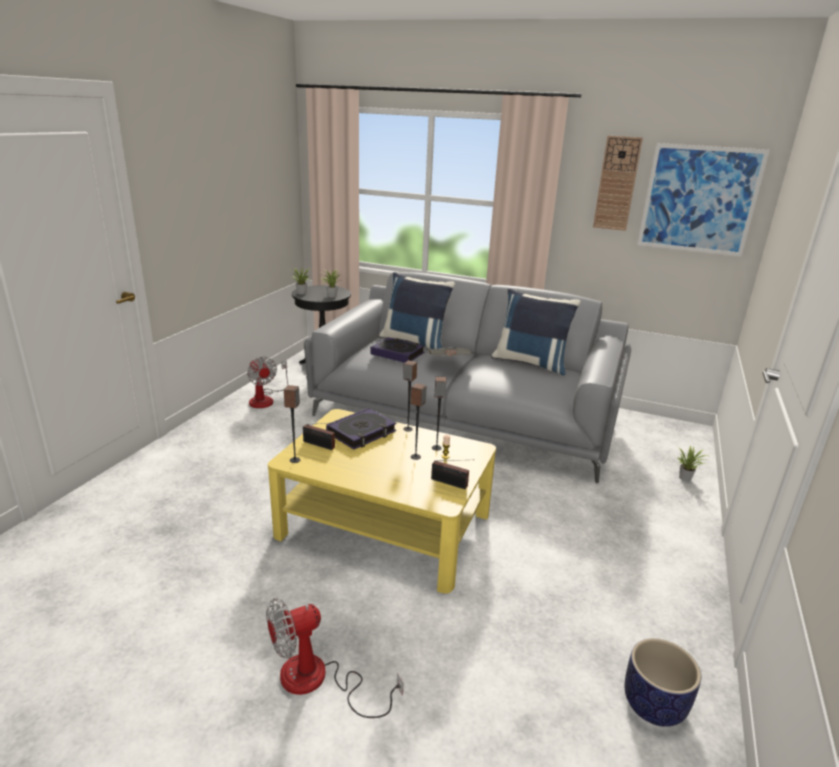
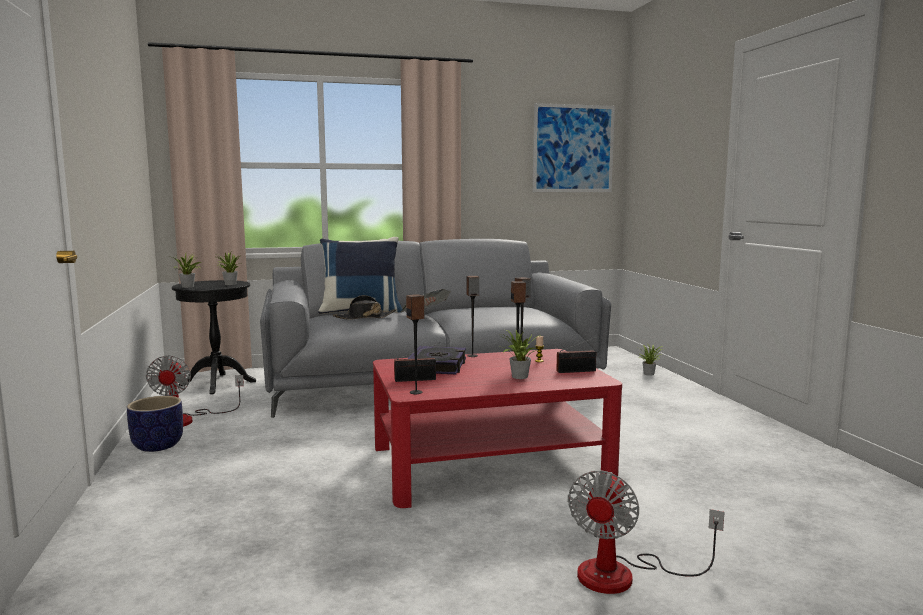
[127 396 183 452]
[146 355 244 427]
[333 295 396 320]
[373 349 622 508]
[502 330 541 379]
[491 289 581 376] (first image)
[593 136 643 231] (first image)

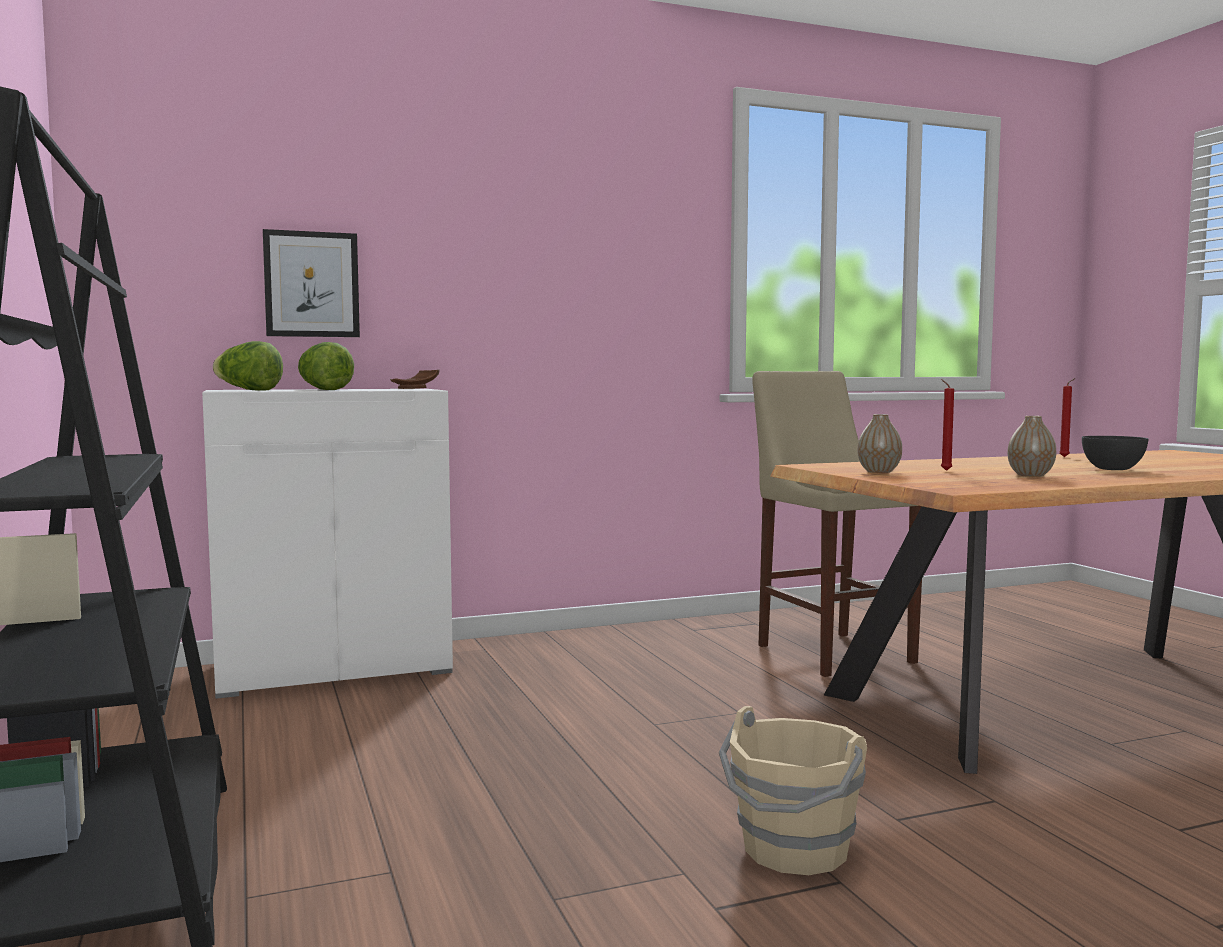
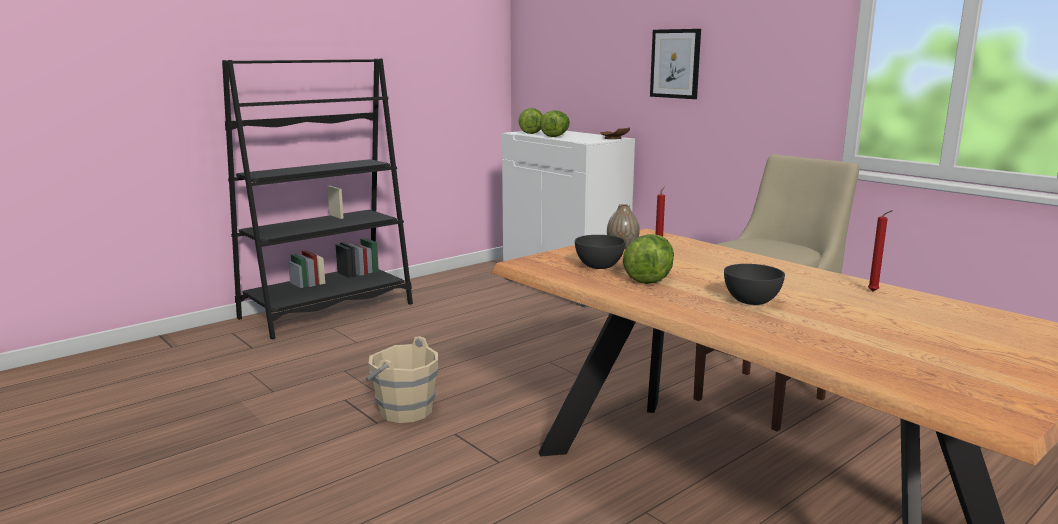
[575 235 625 269]
[623 234 674 284]
[650 29 701 99]

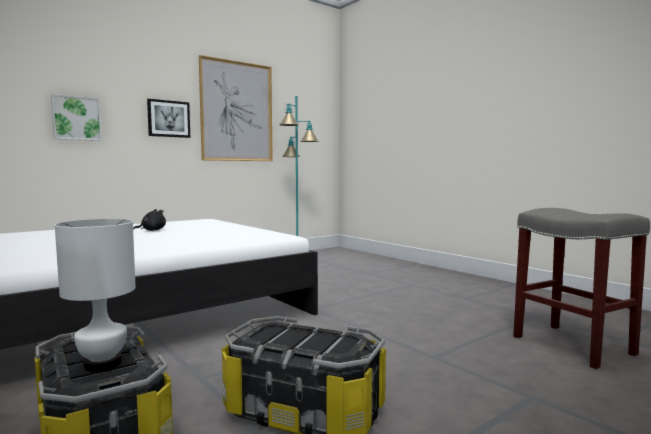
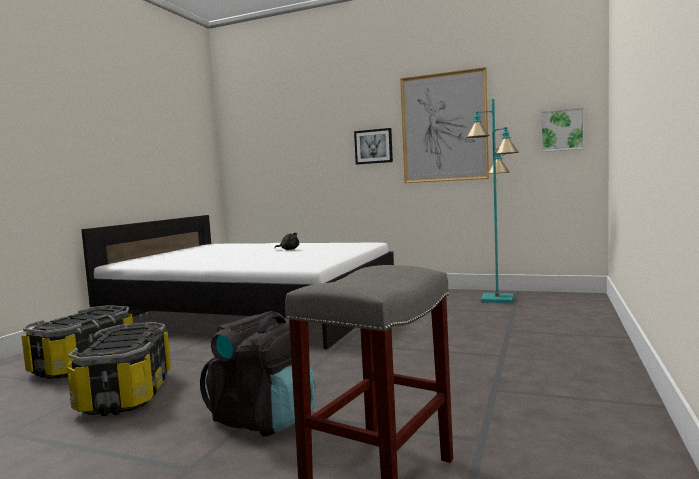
[200 311 316 436]
[540 107 585 152]
[55 219 136 372] (first image)

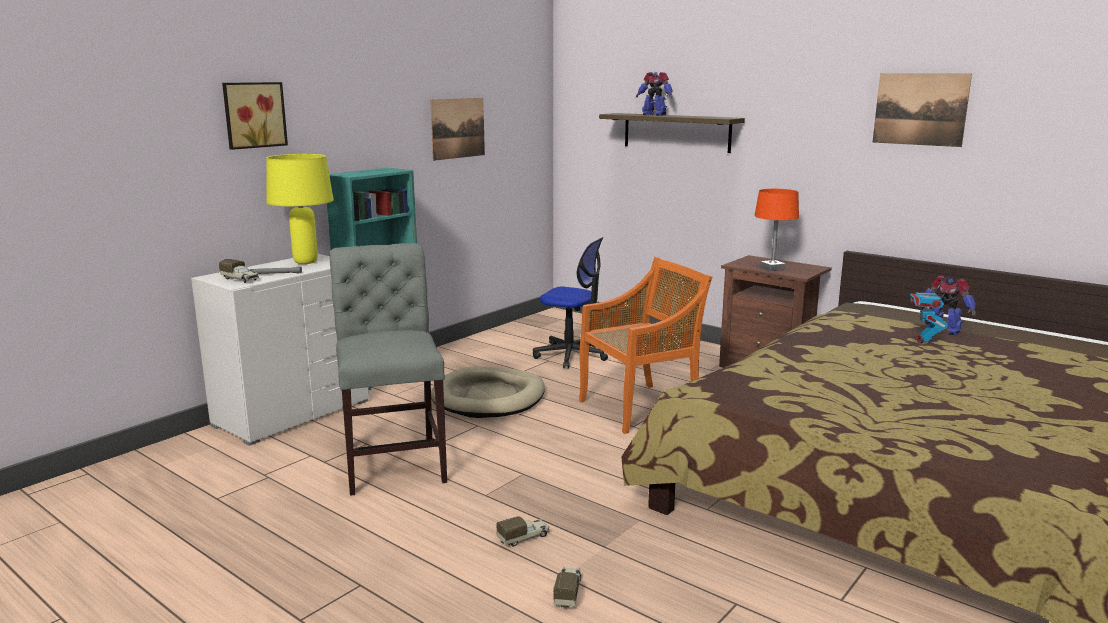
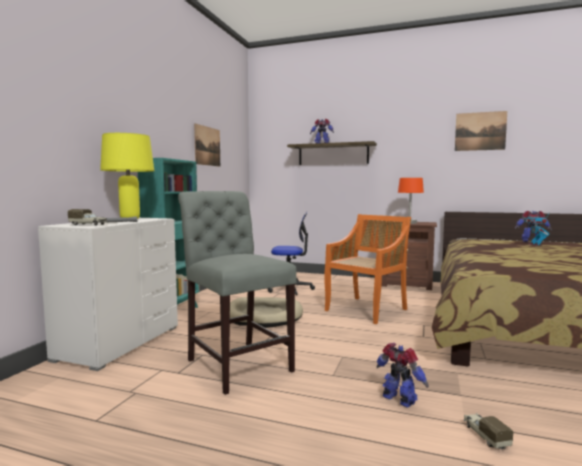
[377 343 429 408]
[222 82 288 150] (first image)

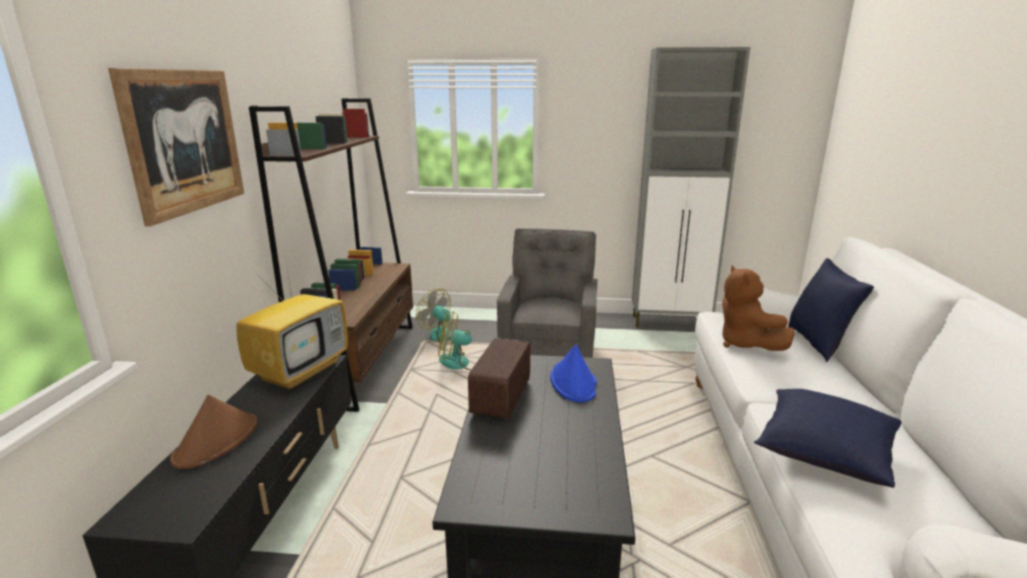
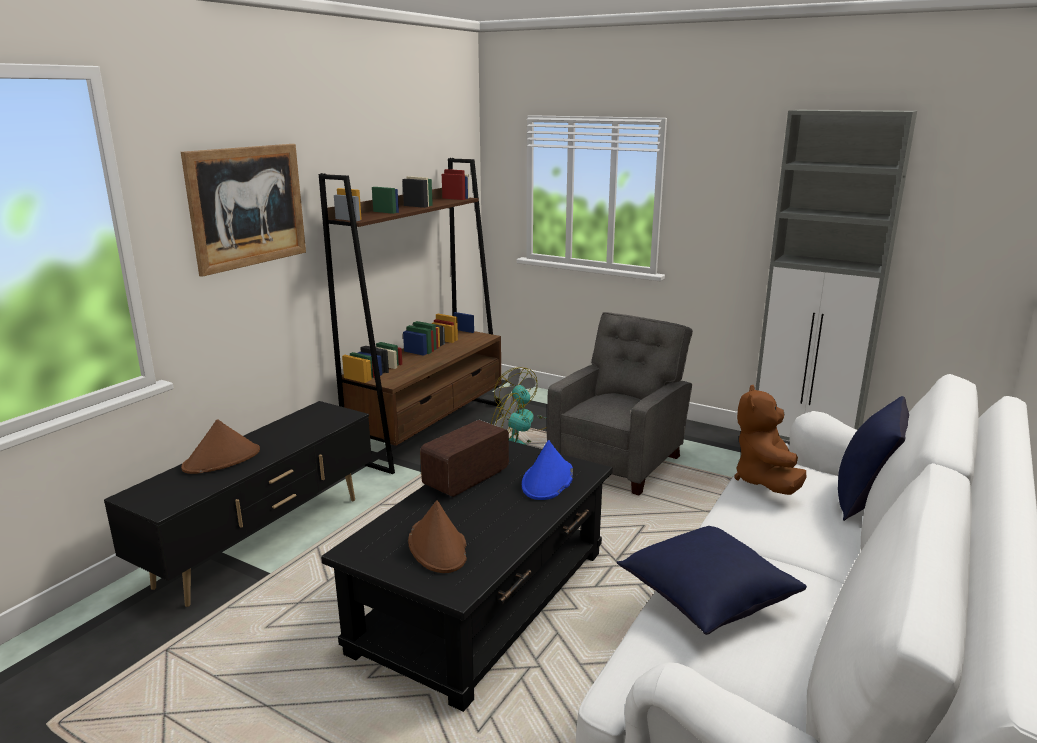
[408 500 467 573]
[236 255 348 390] (first image)

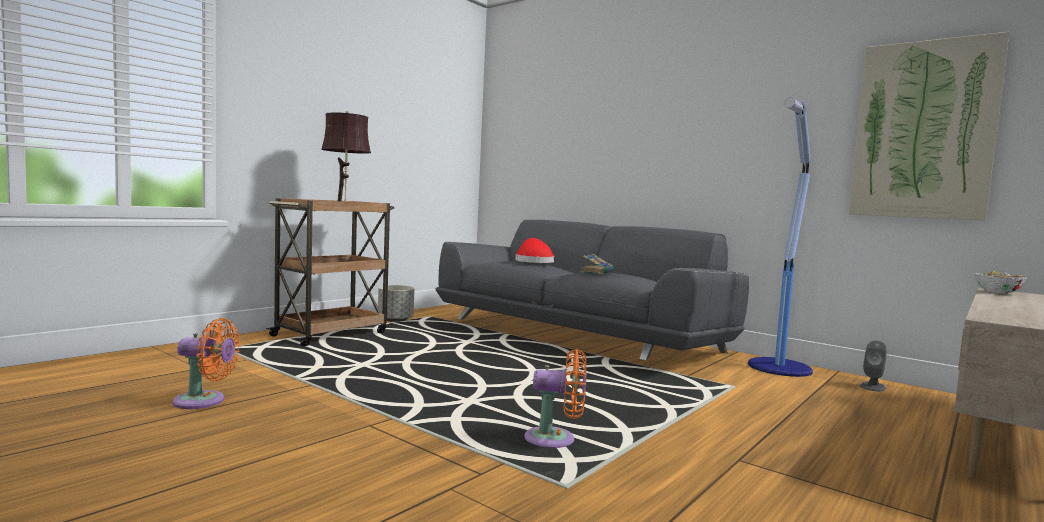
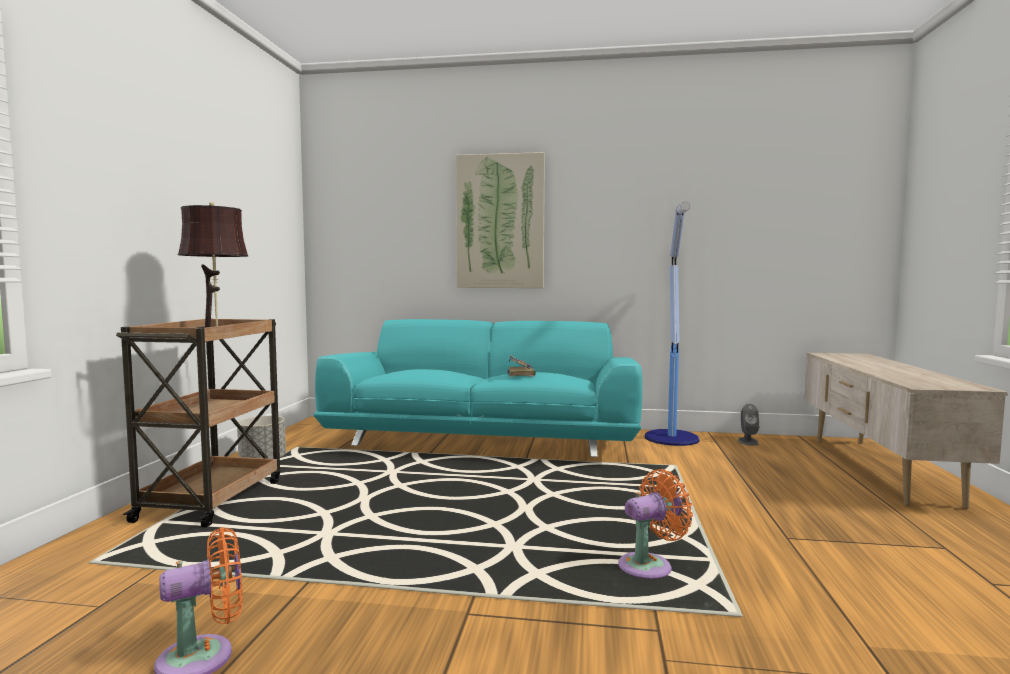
[314 319 642 457]
[456 152 545 288]
[516 238 554 263] (first image)
[974 271 1027 294] (first image)

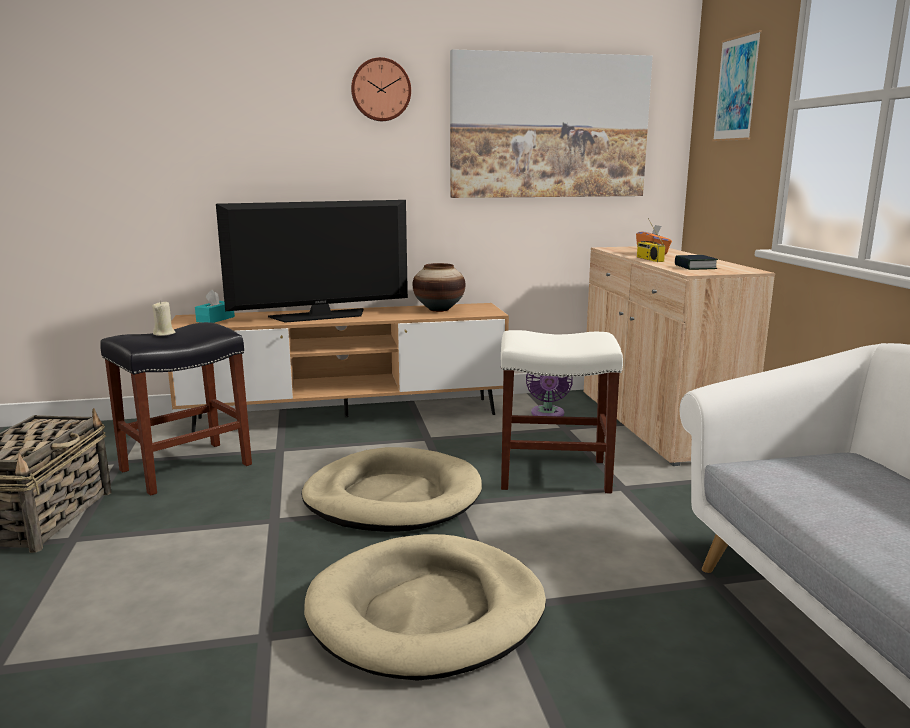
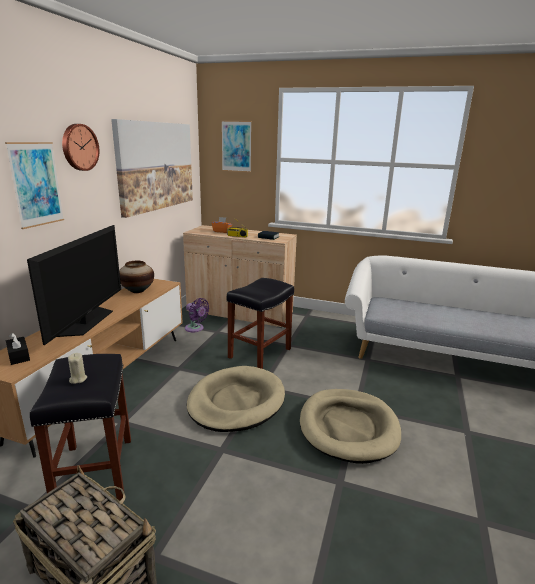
[5 142 64 229]
[6 333 30 365]
[227 278 294 369]

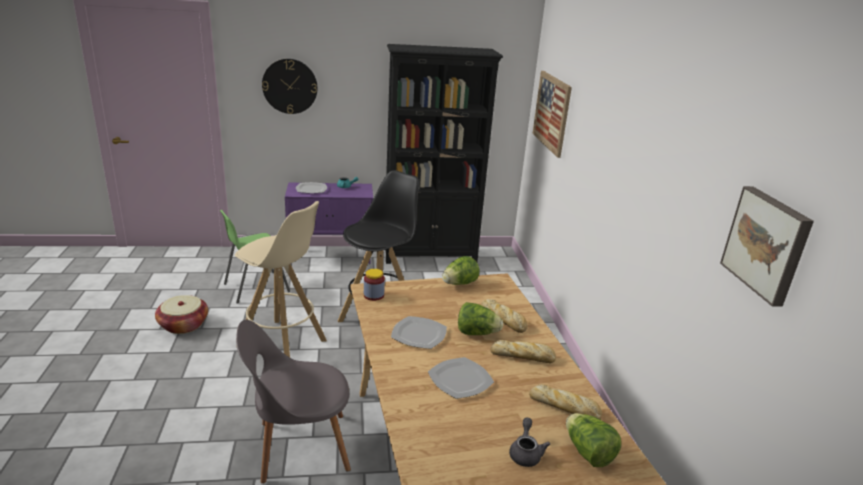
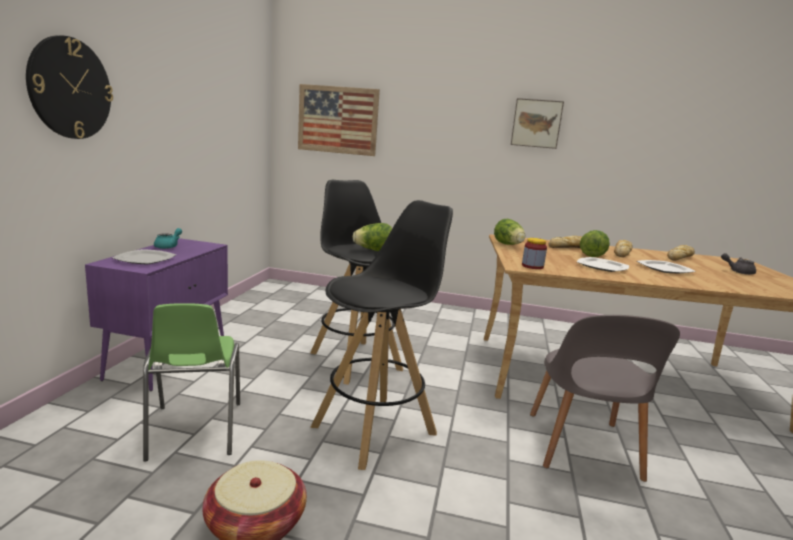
[310 200 453 470]
[353 223 392 251]
[511 98 564 149]
[386 44 503 264] (first image)

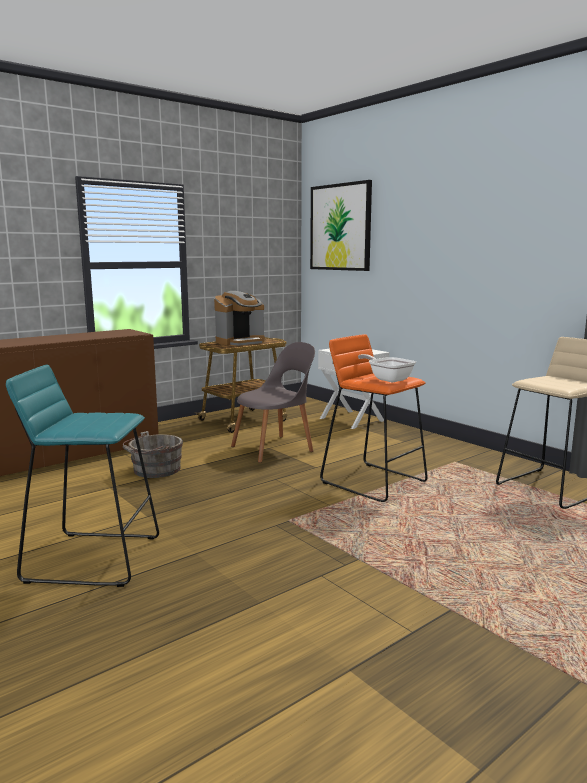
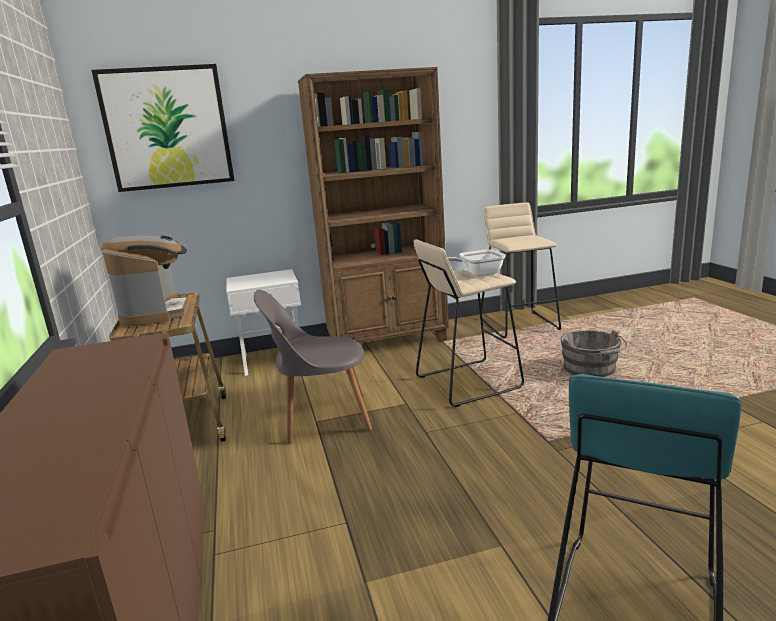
[254 290 372 443]
[298 67 449 343]
[413 240 524 407]
[561 330 627 377]

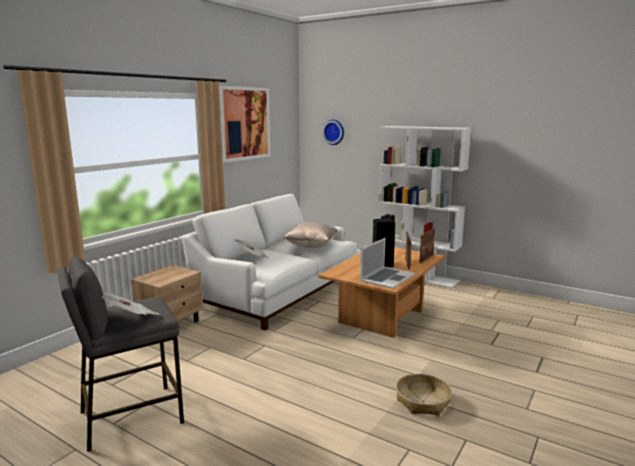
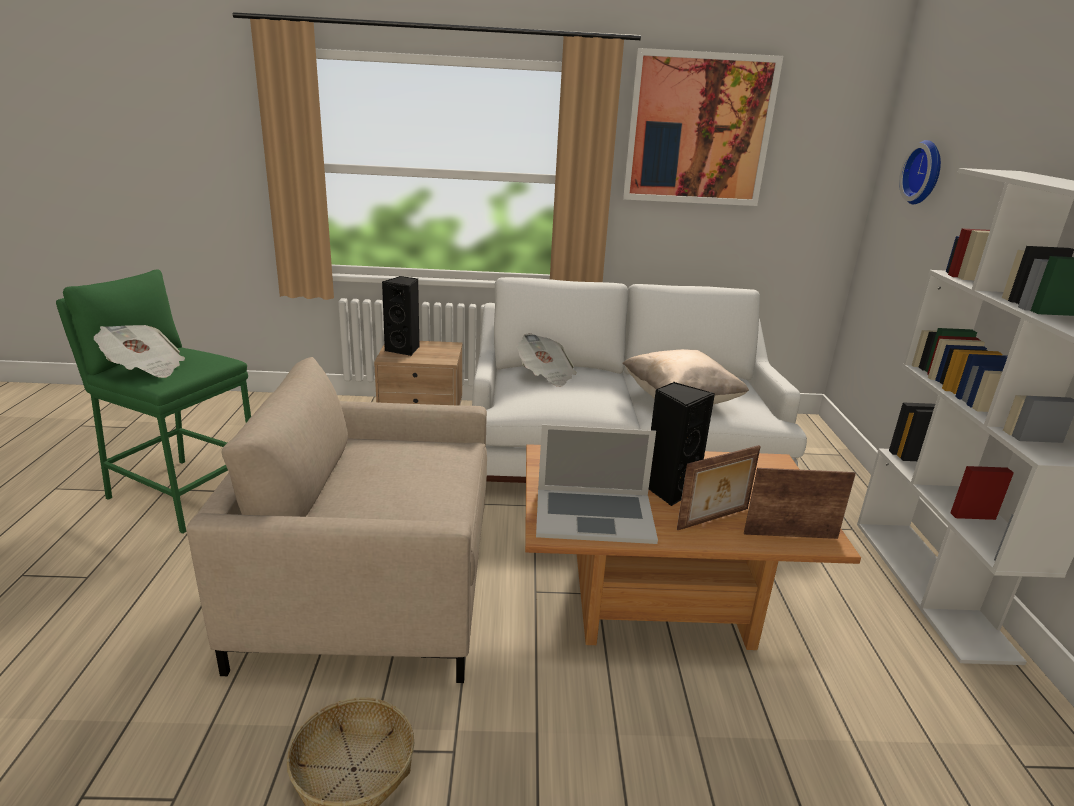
[56 269 251 534]
[186 357 487 683]
[382 276 420 356]

